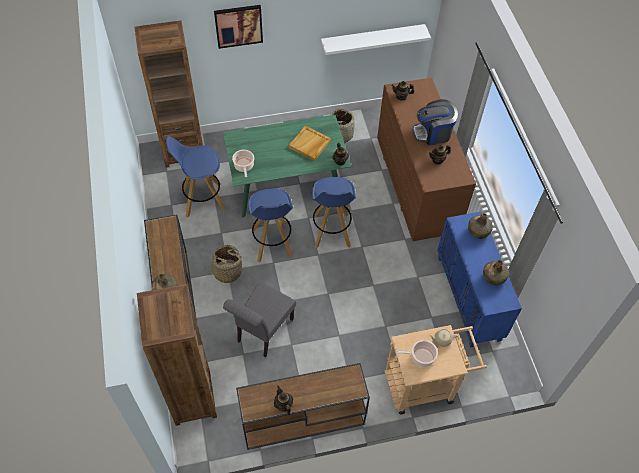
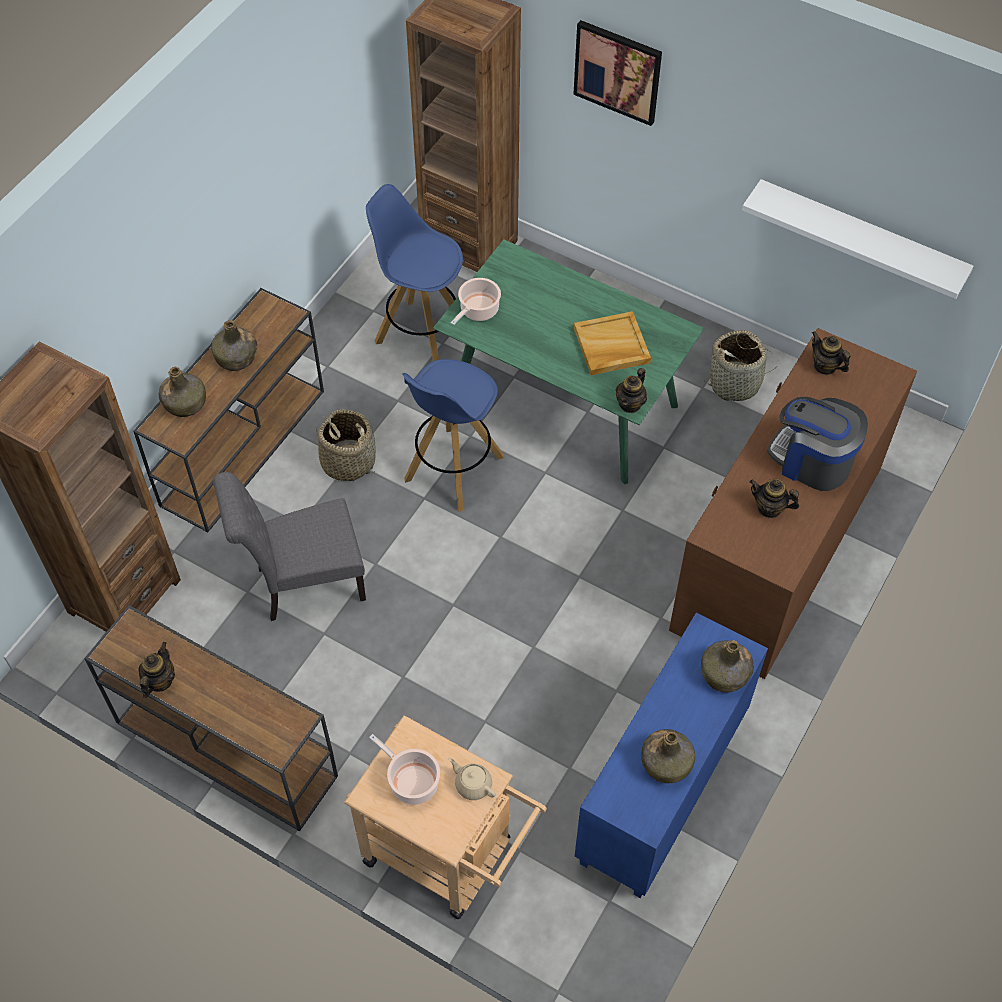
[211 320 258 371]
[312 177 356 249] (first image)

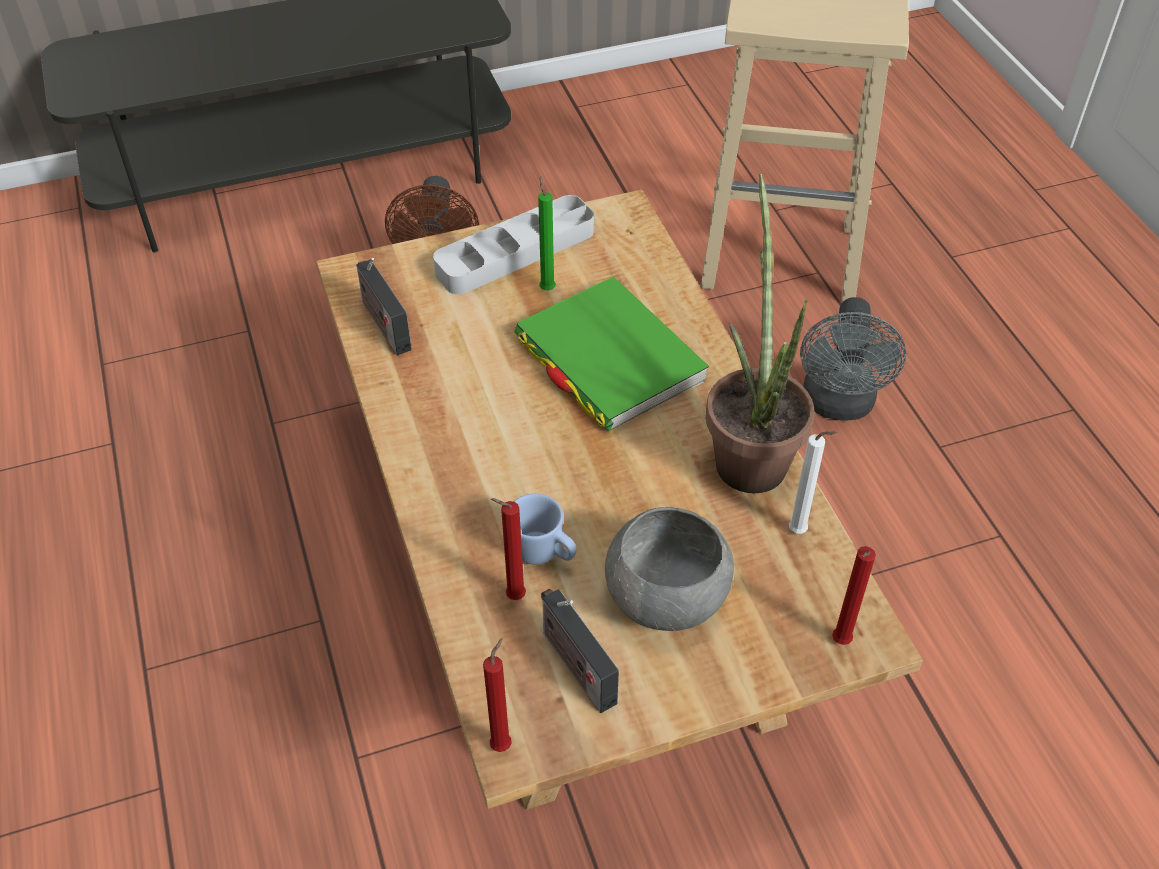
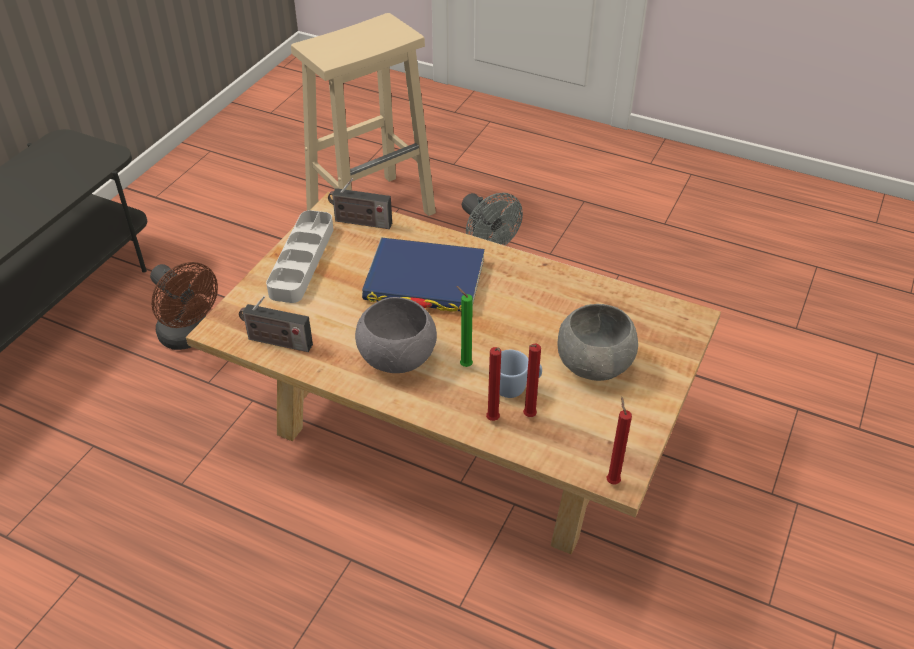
[328 178 392 229]
[355 297 437 373]
[362 237 485 312]
[456 286 473 367]
[486 347 501 421]
[706 174 814 493] (first image)
[789 431 838 534] (first image)

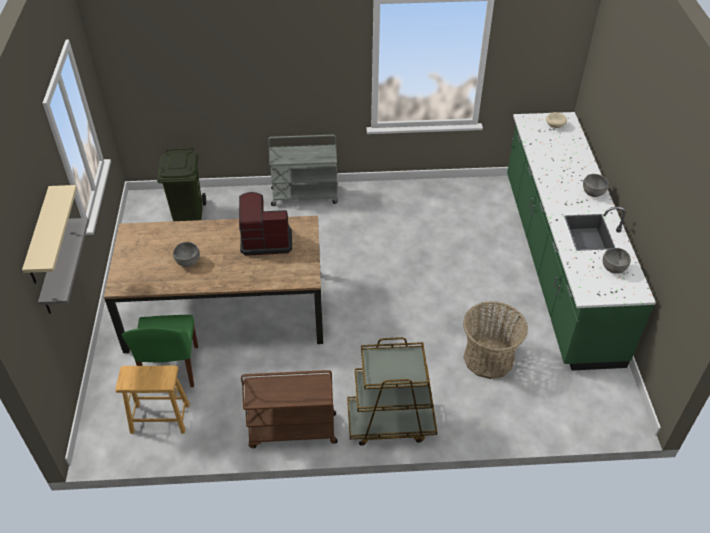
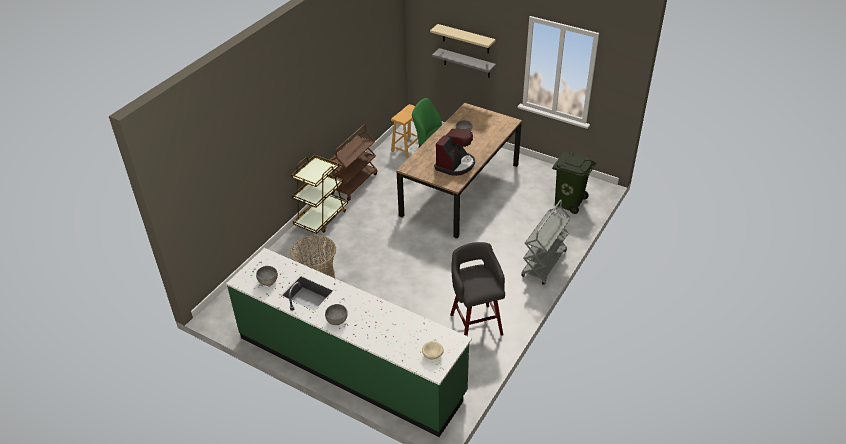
[450 242 505 336]

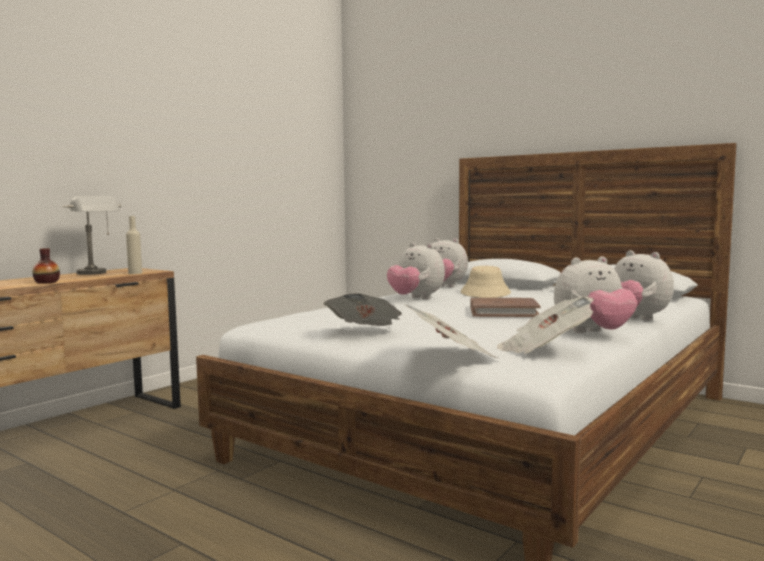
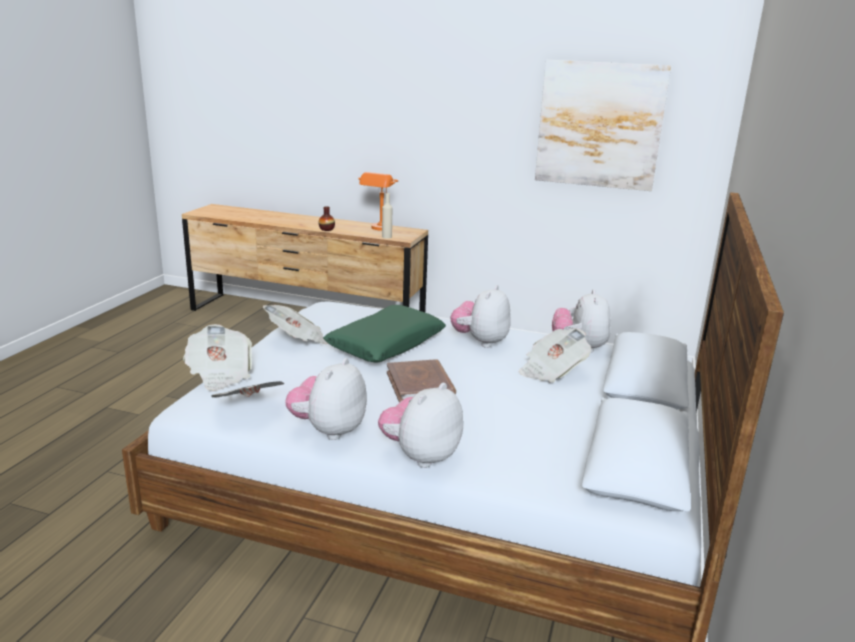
[285 358 367 440]
[323 305 446 363]
[358 172 398 231]
[519 328 591 382]
[535 60 671 191]

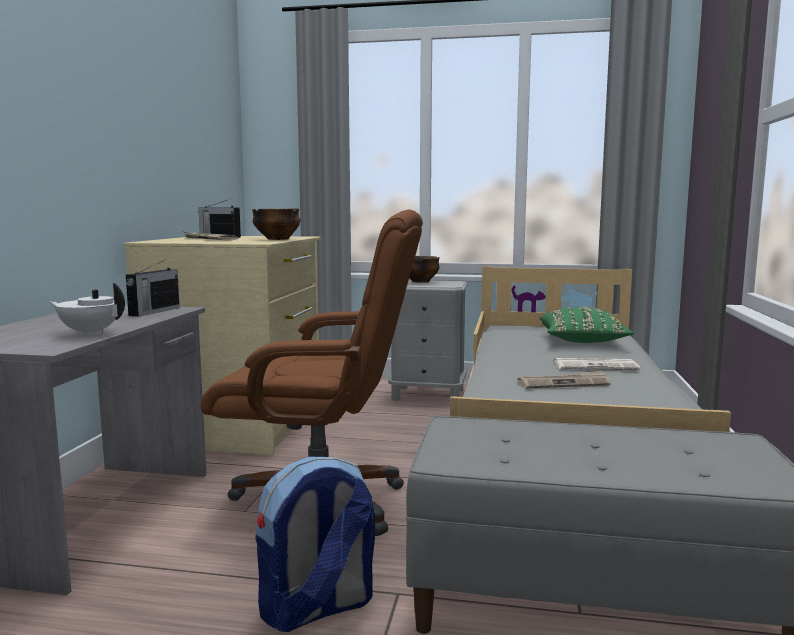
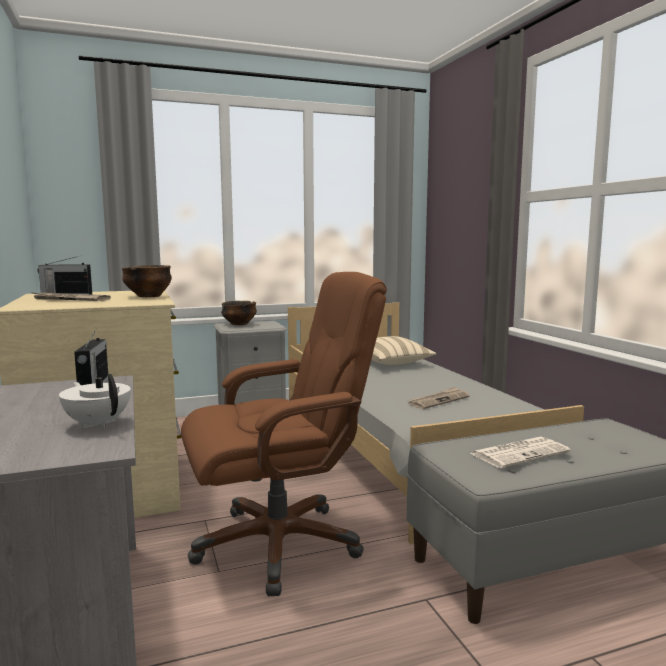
[59 374 131 429]
[371 336 436 365]
[470 437 571 468]
[256 457 375 632] (first image)

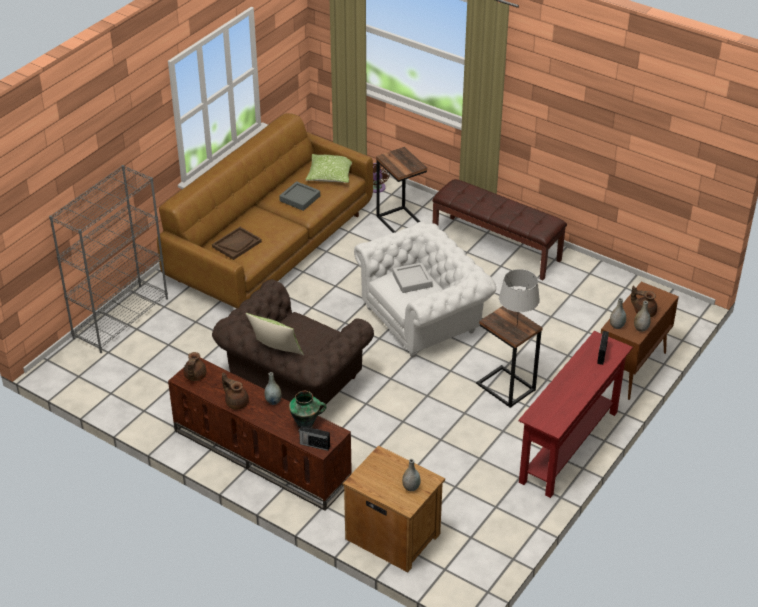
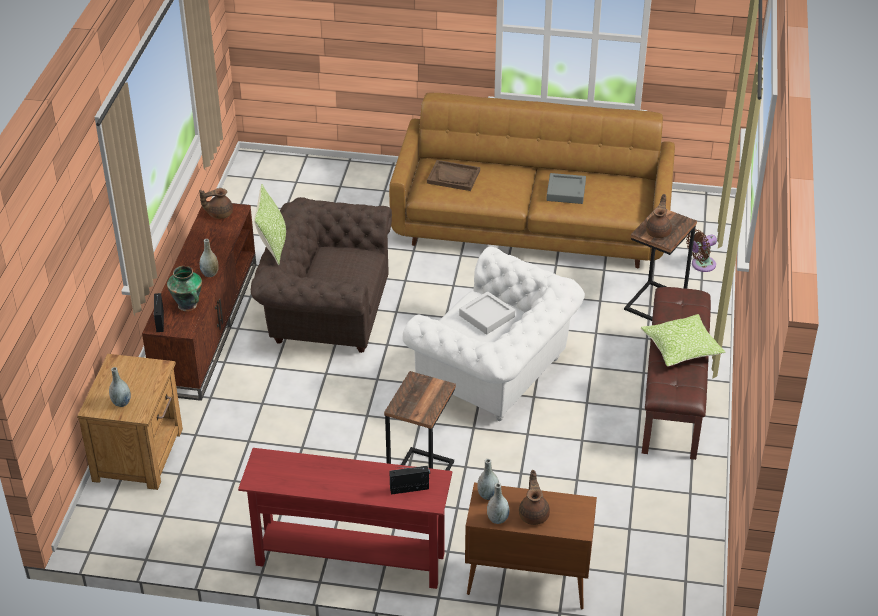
[641 314 725 367]
[646 194 672 238]
[49 165 168 353] (first image)
[499 269 540 323] (first image)

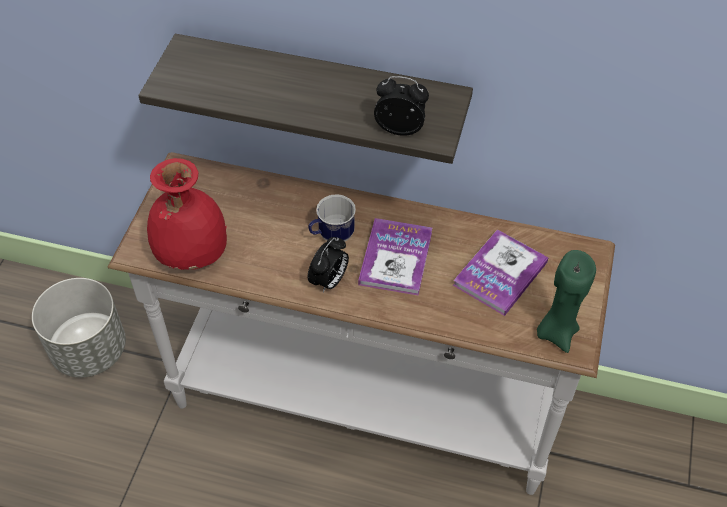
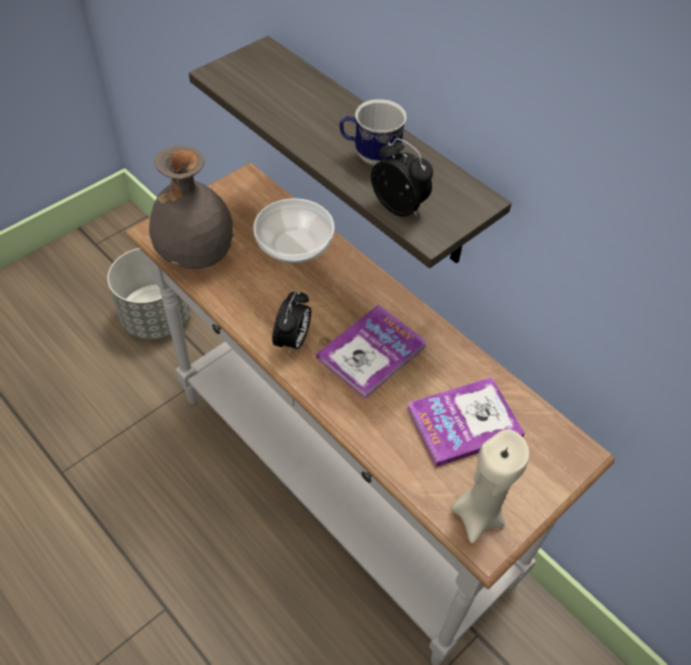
[149 145 234 269]
[253 198 335 263]
[272 291 311 355]
[339 99 407 165]
[451 429 529 544]

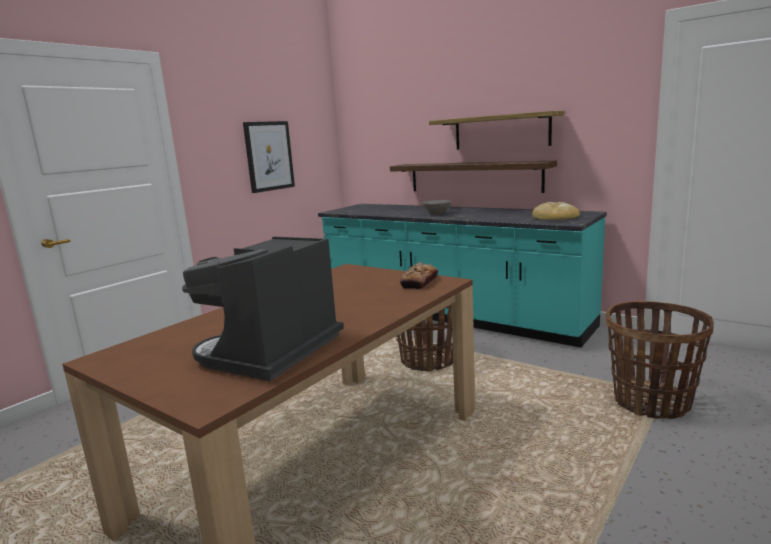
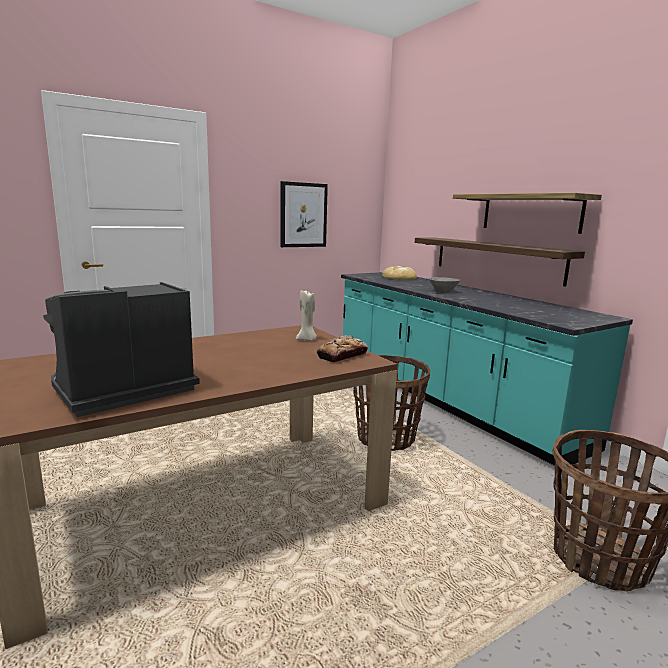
[296 291 317 341]
[382 266 417 280]

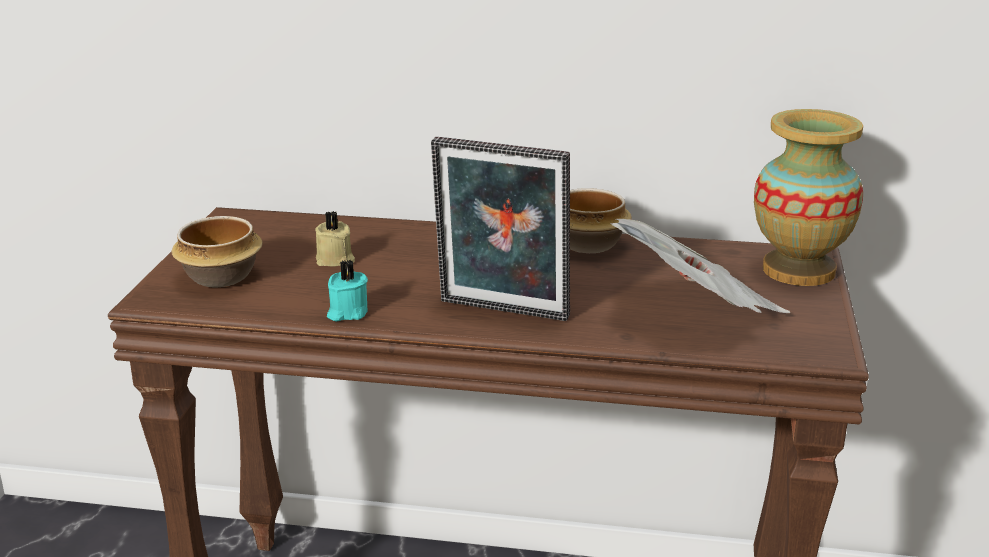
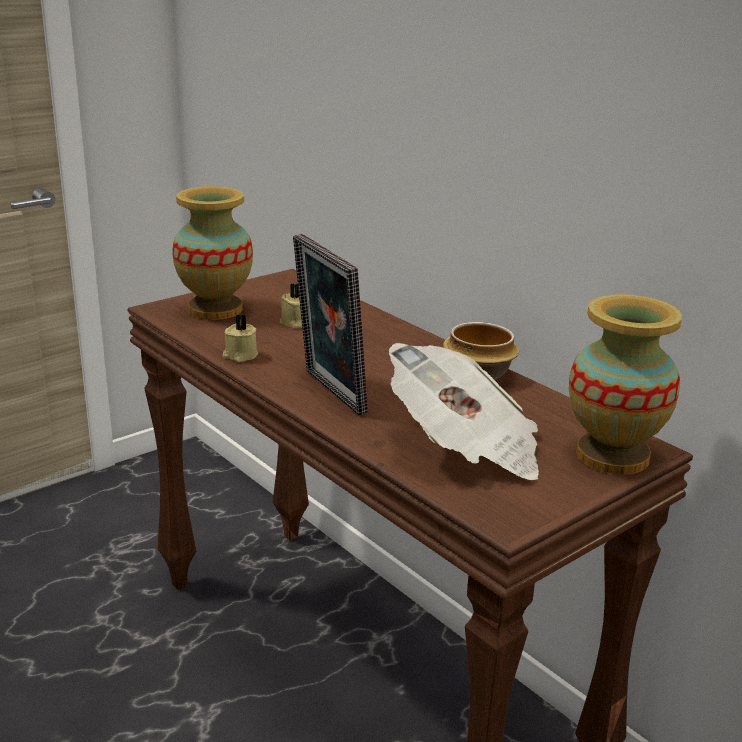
[172 186 253 320]
[223 314 258 362]

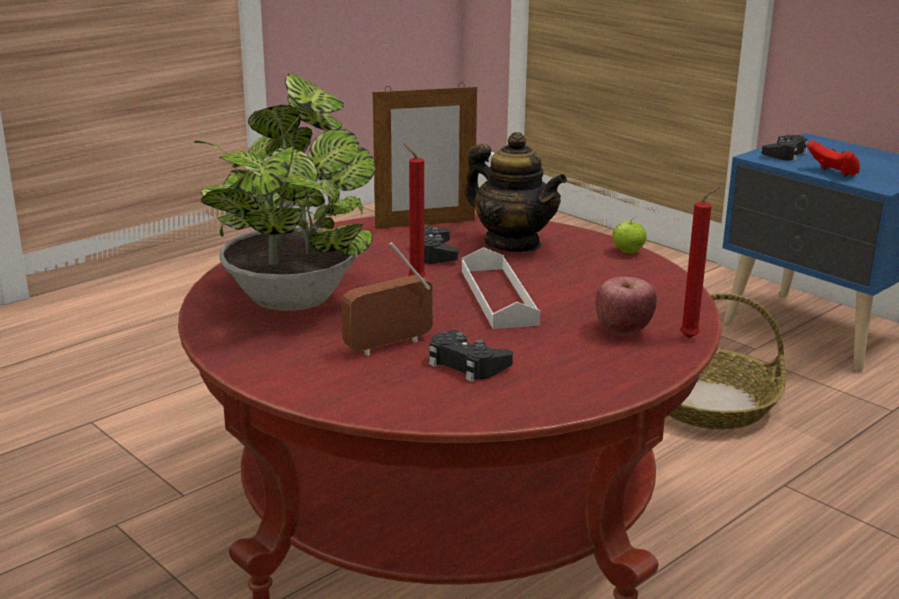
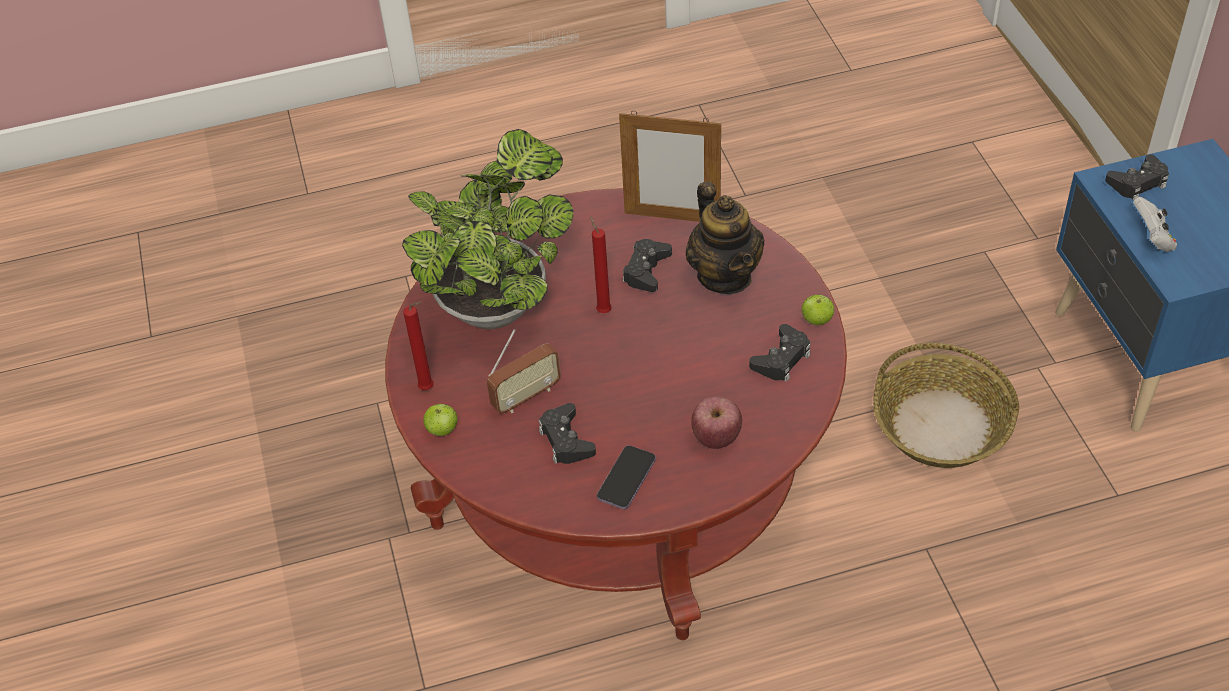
[403 302 433 390]
[423 404 458 436]
[487 329 561 414]
[597 445 656 509]
[749 324 810 382]
[1133 197 1177 252]
[462 247 540 329] (first image)

